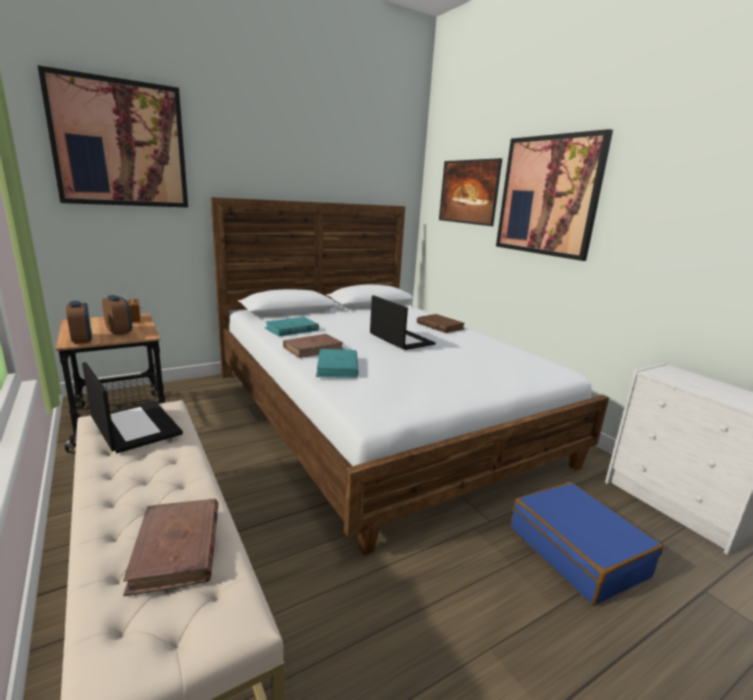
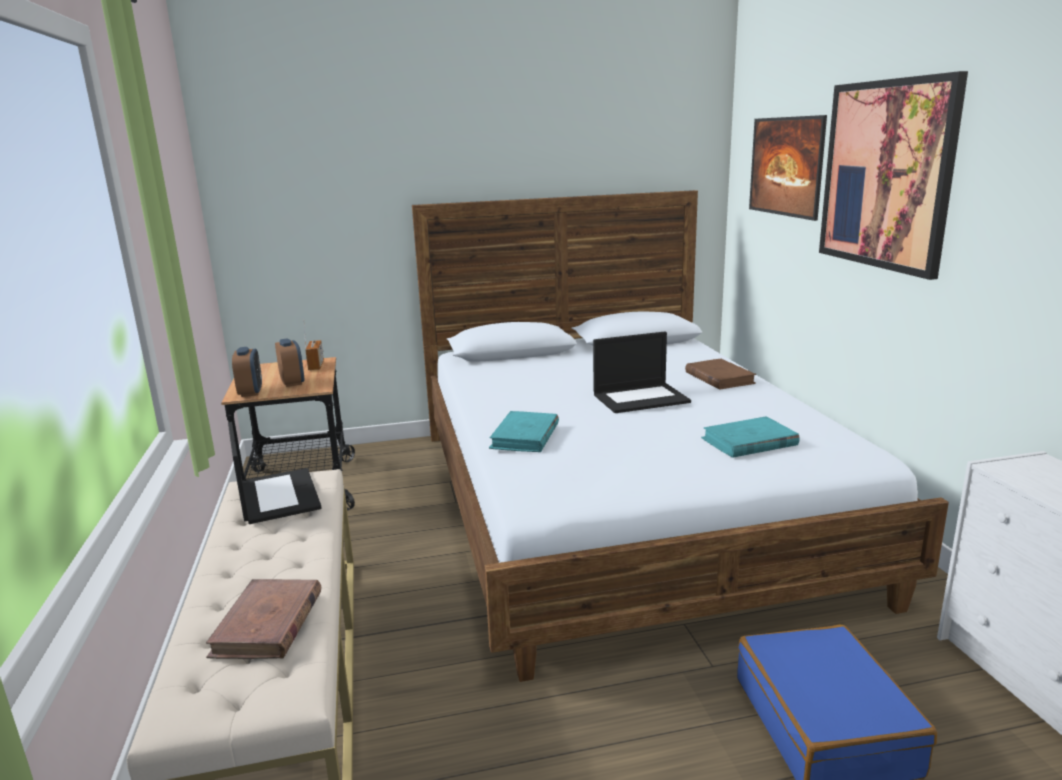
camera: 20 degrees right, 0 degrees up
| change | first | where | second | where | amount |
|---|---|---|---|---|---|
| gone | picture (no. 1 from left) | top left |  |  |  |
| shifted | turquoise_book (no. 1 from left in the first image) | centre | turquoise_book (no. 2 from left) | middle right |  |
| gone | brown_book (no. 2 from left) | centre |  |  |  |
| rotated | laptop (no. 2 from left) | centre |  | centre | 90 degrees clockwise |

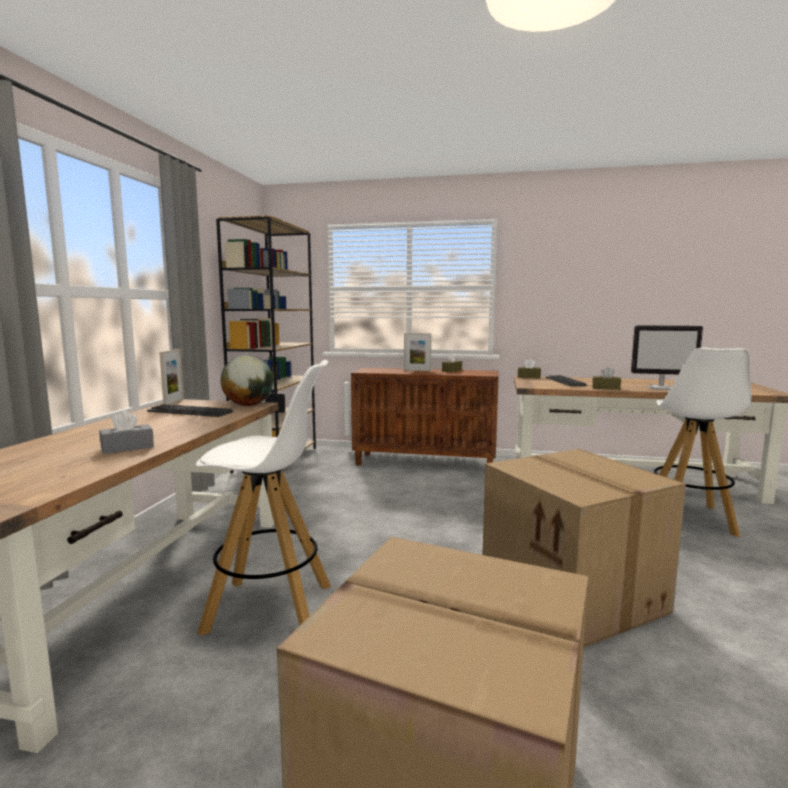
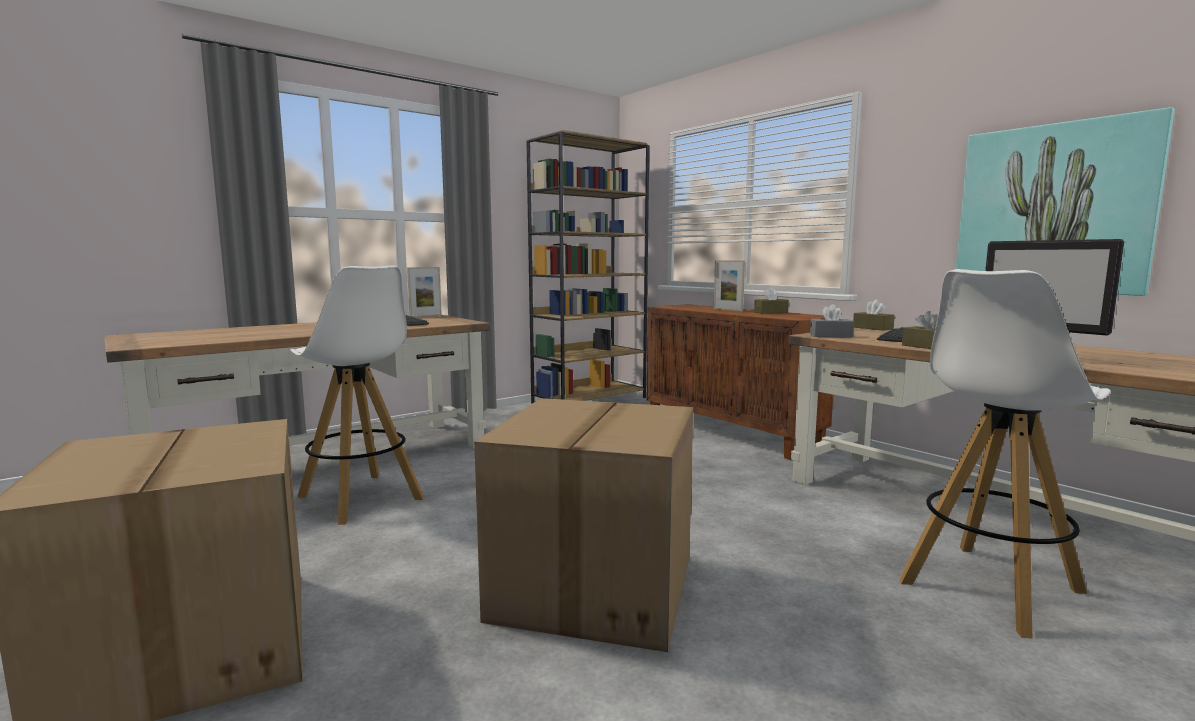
camera: 40 degrees right, 0 degrees up
| change | first | where | second | where | amount |
|---|---|---|---|---|---|
| shifted | grey_tissue_box | middle left |  | middle right |  |
| gone | globe | middle left |  |  |  |
| new |  |  | picture | top right |  |

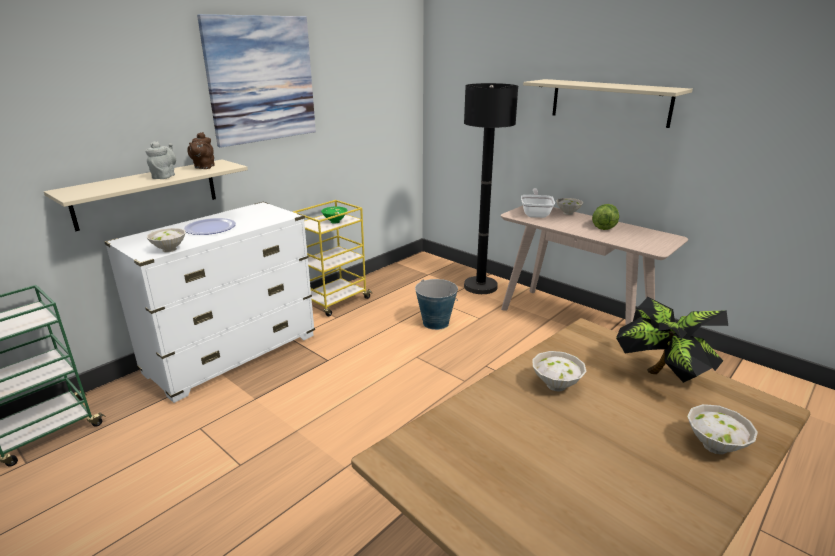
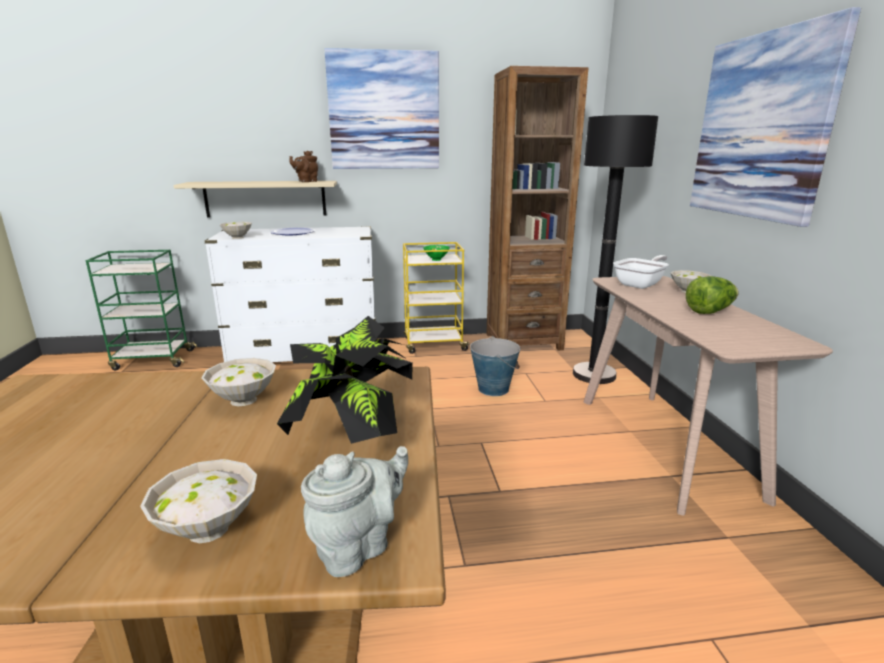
camera: 40 degrees right, 5 degrees down
| change | first | where | second | where | amount |
|---|---|---|---|---|---|
| shifted | grey_teapot | top left |  | bottom centre |  |
| swapped | beige_shelf (no. 2 from left) | top right | picture (no. 2 from left) | top right |  |
| new |  |  | brown_bookcase | top centre |  |

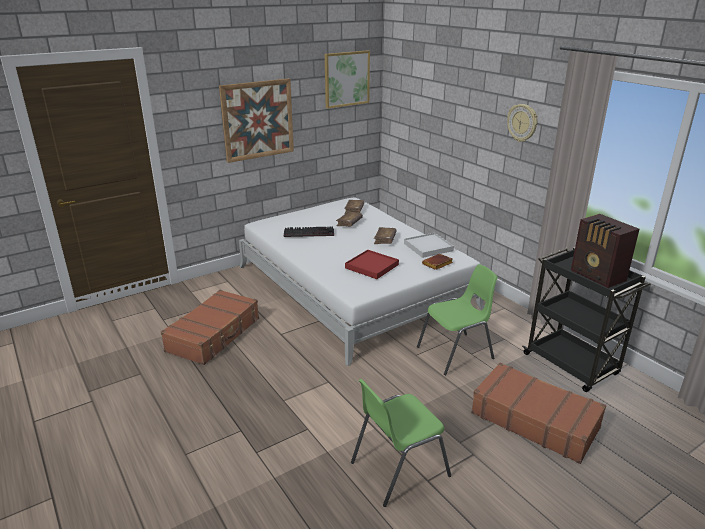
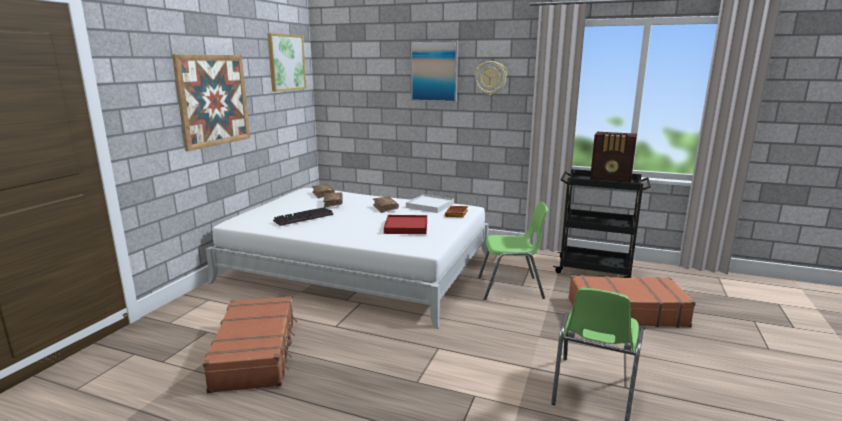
camera: 35 degrees left, 10 degrees down
| change | first | where | second | where | amount |
|---|---|---|---|---|---|
| rotated | green_chair (no. 2 from left in the first image) | centre | green_chair (no. 1 from left) | centre | 60 degrees clockwise |
| new |  |  | picture (no. 3 from left) | top centre |  |

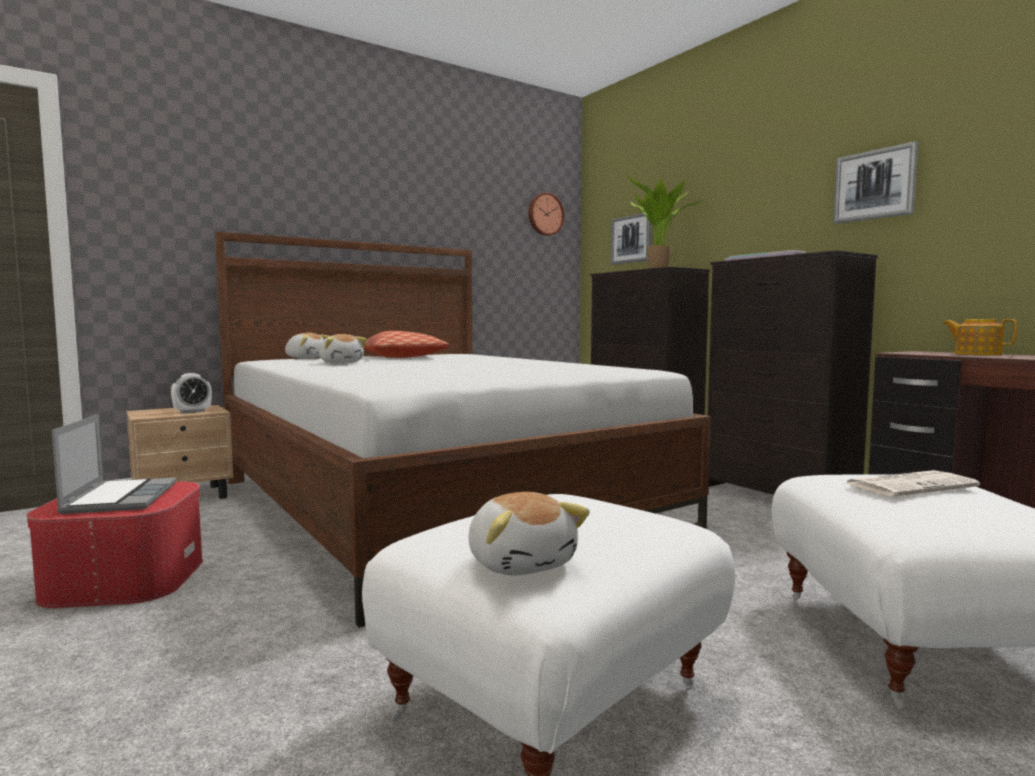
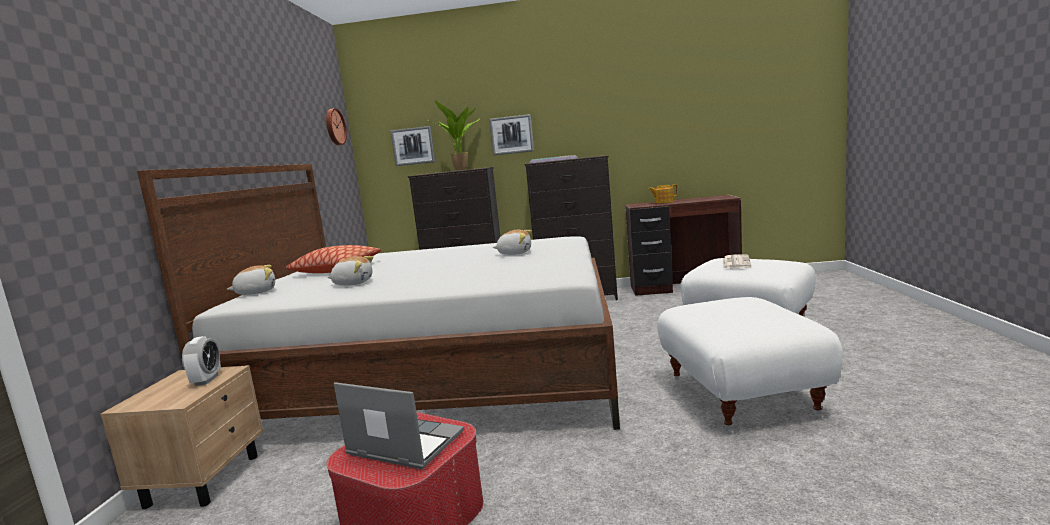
camera: 50 degrees left, 5 degrees up
| change | first | where | second | where | amount |
|---|---|---|---|---|---|
| shifted | plush_toy (no. 3 from left) | bottom centre |  | centre |  |
| shifted | picture (no. 2 from left) | top right |  | top centre |  |

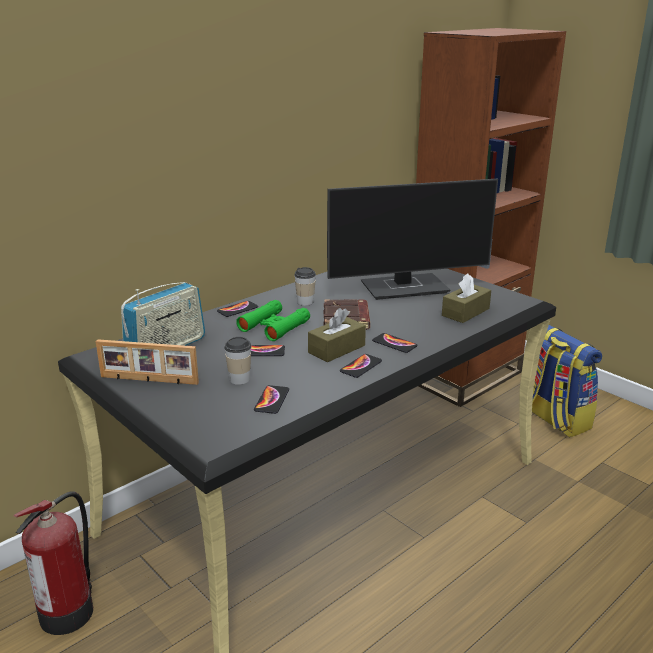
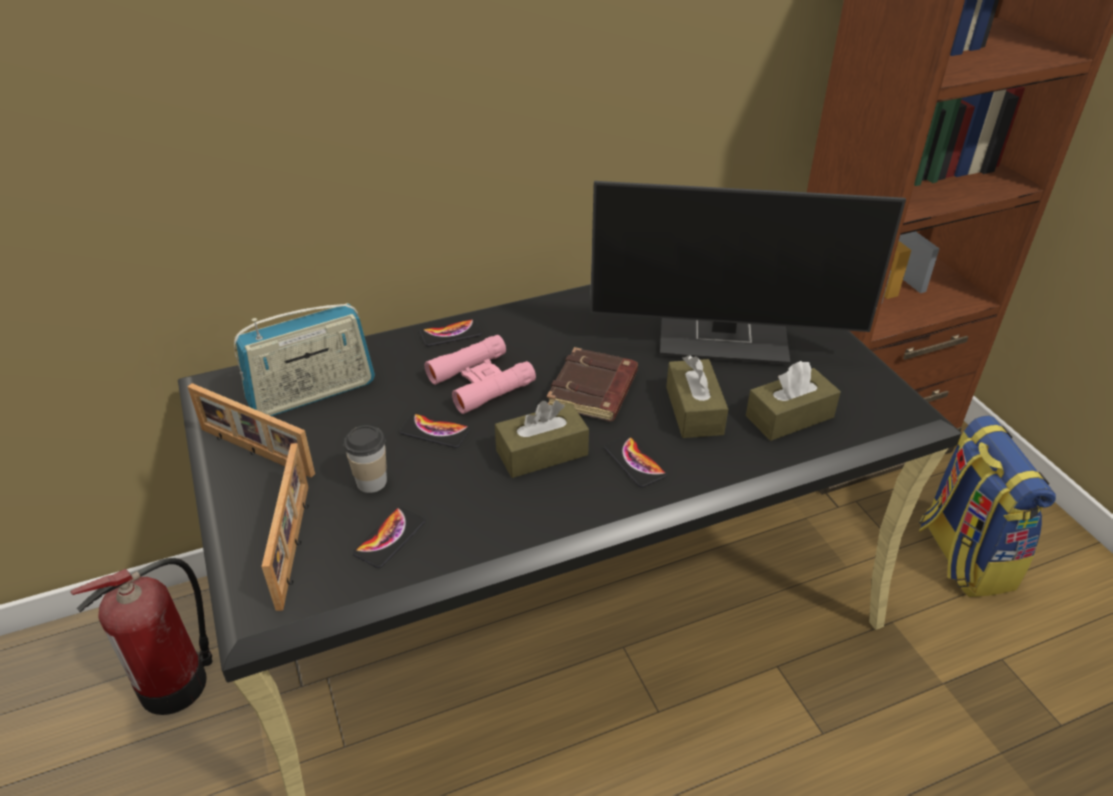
camera: 20 degrees right, 15 degrees up
| change | first | where | second | where | amount |
|---|---|---|---|---|---|
| repainted | green_binoculars | centre | pink_binoculars | centre |  |
| gone | cup (no. 2 from left) | centre |  |  |  |
| gone | phone (no. 4 from left) | centre |  |  |  |
| new |  |  | picture_frame (no. 2 from left) | middle left |  |
| new |  |  | brown_tissue_box (no. 2 from left) | centre |  |

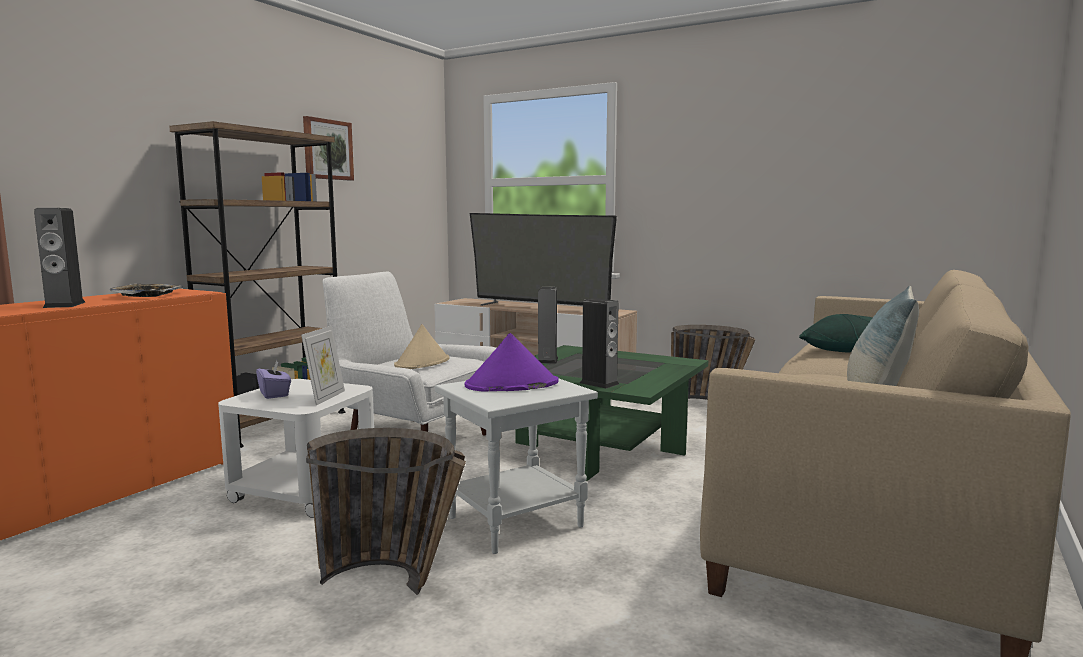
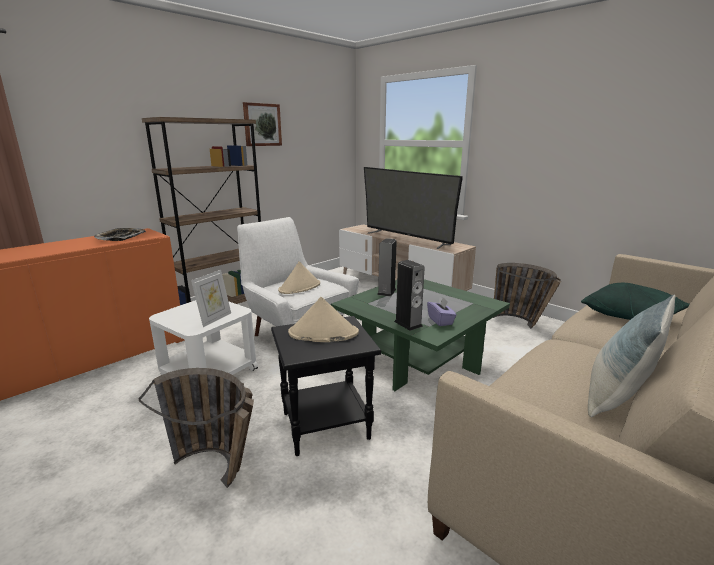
camera: 15 degrees right, 10 degrees up
| change | first | where | second | where | amount |
|---|---|---|---|---|---|
| gone | speaker (no. 1 from left) | middle left |  |  |  |
| shifted | purple_tissue_box | middle left |  | centre |  |
| repainted | white_side_table (no. 2 from left) | bottom centre | black_side_table | bottom centre |  |
| repainted | purple_hat | centre | beige_hat (no. 2 from left) | centre |  |

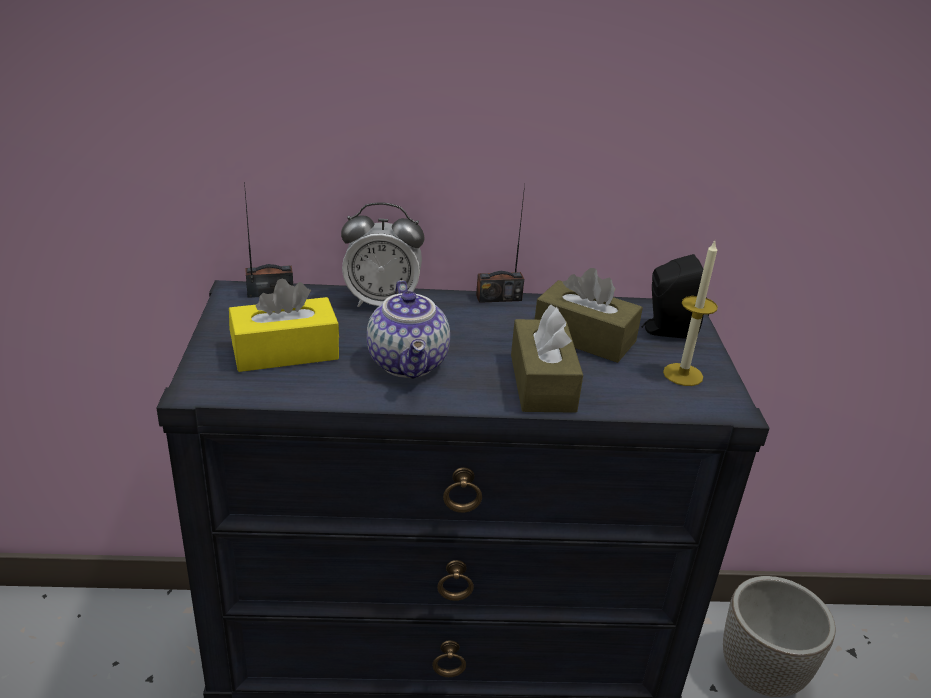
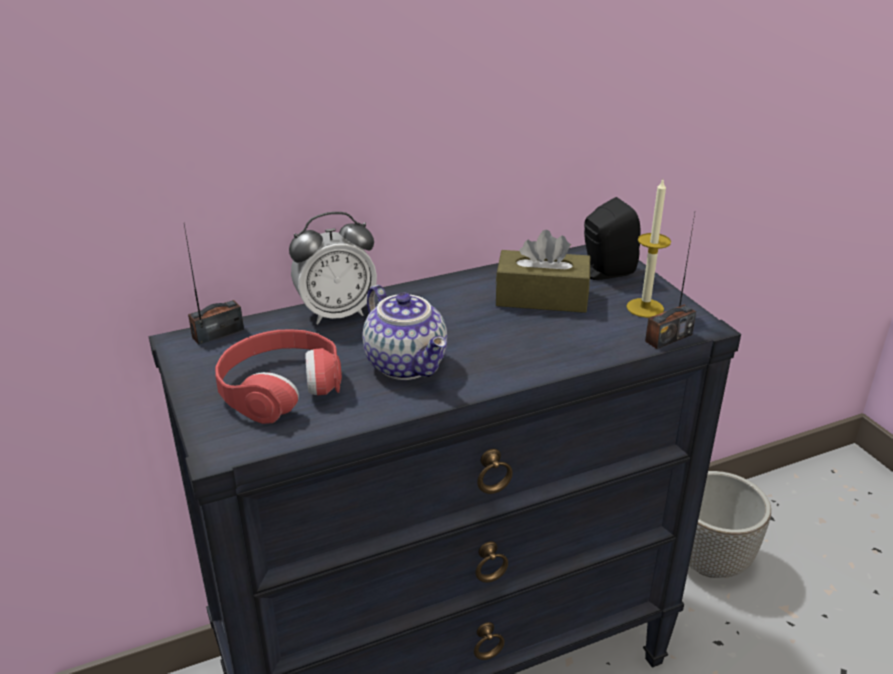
camera: 20 degrees left, 0 degrees up
| change | first | where | second | where | amount |
|---|---|---|---|---|---|
| swapped | yellow_tissue_box | middle left | red_headphones | middle left |  |
| shifted | radio (no. 2 from left) | centre |  | middle right |  |
| gone | brown_tissue_box (no. 1 from left) | centre |  |  |  |

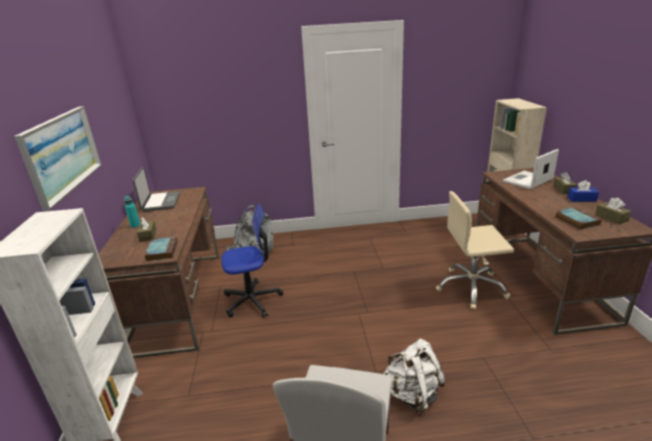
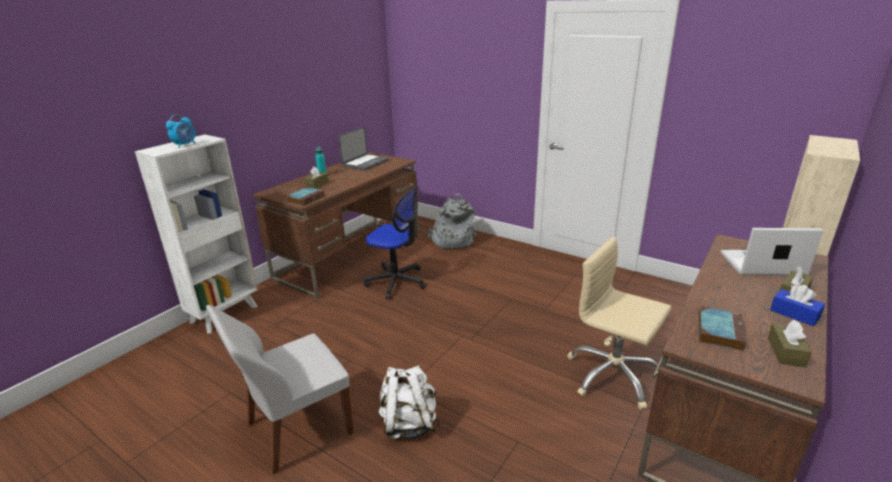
camera: 40 degrees right, 0 degrees up
| change | first | where | second | where | amount |
|---|---|---|---|---|---|
| gone | picture | middle left |  |  |  |
| new |  |  | alarm_clock | top left |  |

